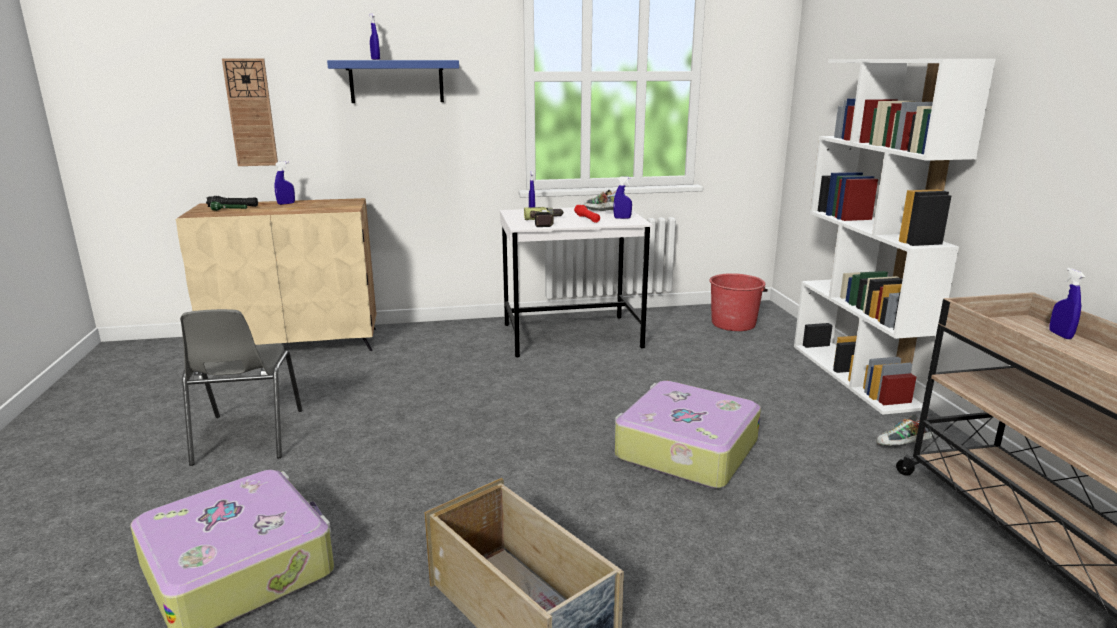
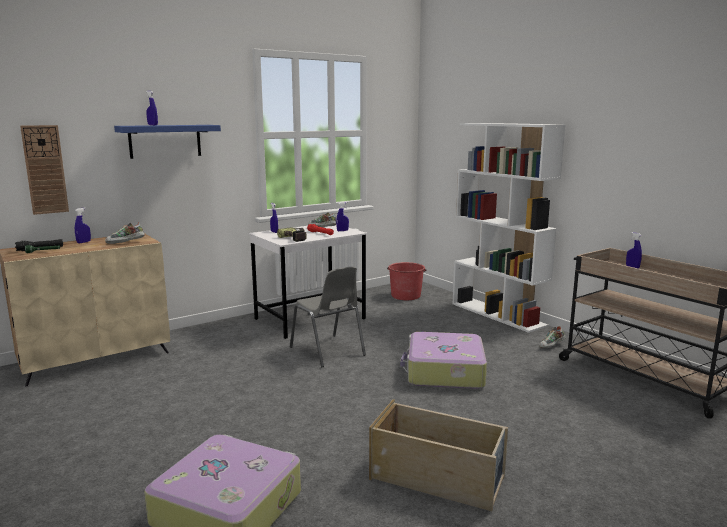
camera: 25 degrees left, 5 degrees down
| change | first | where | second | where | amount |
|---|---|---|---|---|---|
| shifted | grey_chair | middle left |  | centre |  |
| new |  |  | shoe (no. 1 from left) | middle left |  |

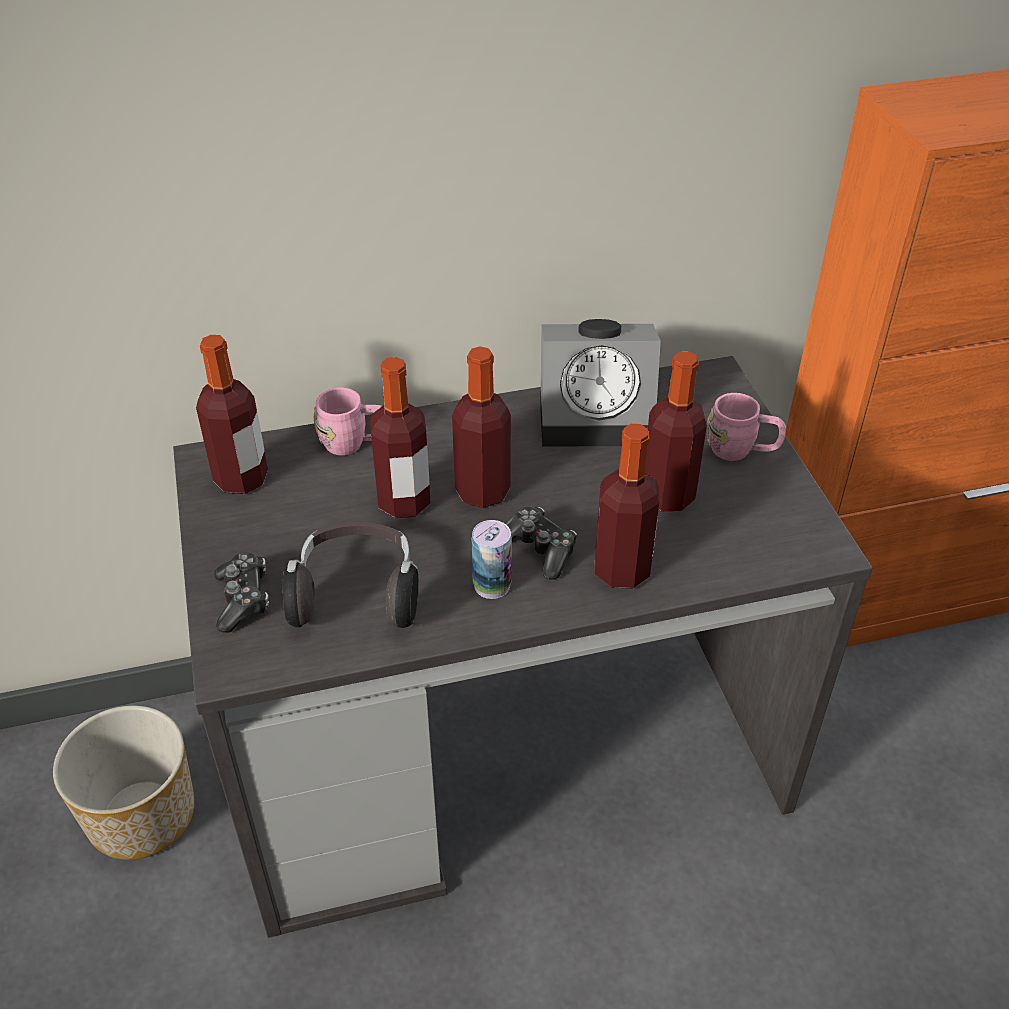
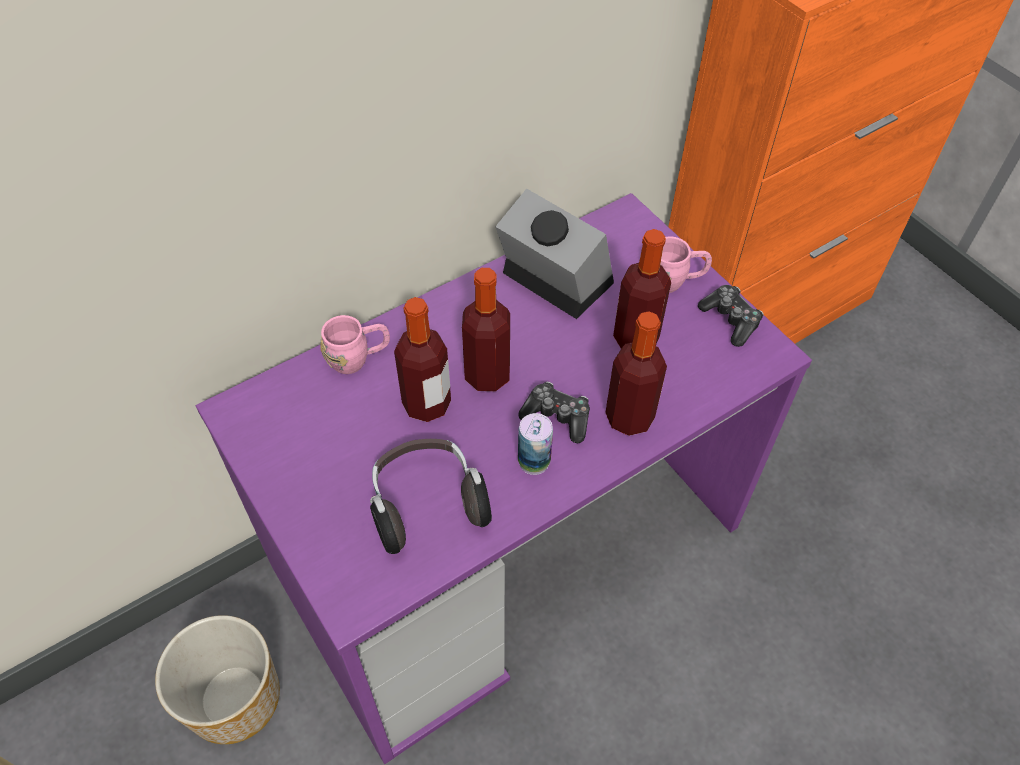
camera: 20 degrees left, 10 degrees up
| change | first | where | second | where | amount |
|---|---|---|---|---|---|
| repainted | grey_desk | centre | purple_desk | centre |  |
| gone | bottle (no. 1 from left) | middle left |  |  |  |
| shifted | game_controller (no. 1 from left in the first image) | middle left | game_controller (no. 2 from left) | middle right |  |
| rotated | alarm_clock | centre |  | top centre | 120 degrees counterclockwise |

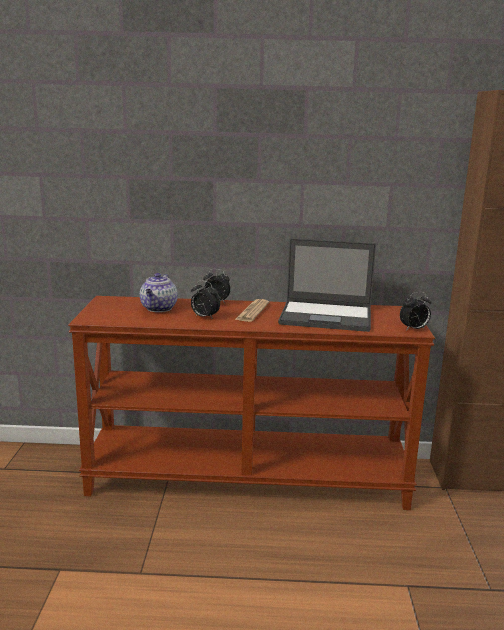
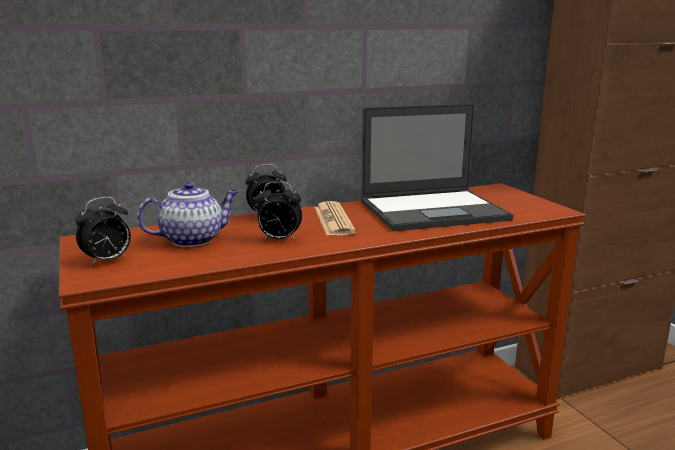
camera: 25 degrees left, 0 degrees up
| change | first | where | second | where | amount |
|---|---|---|---|---|---|
| rotated | teapot | middle left |  | middle left | 105 degrees counterclockwise |
| shifted | alarm_clock (no. 3 from left in the first image) | middle right | alarm_clock (no. 1 from left) | middle left |  |

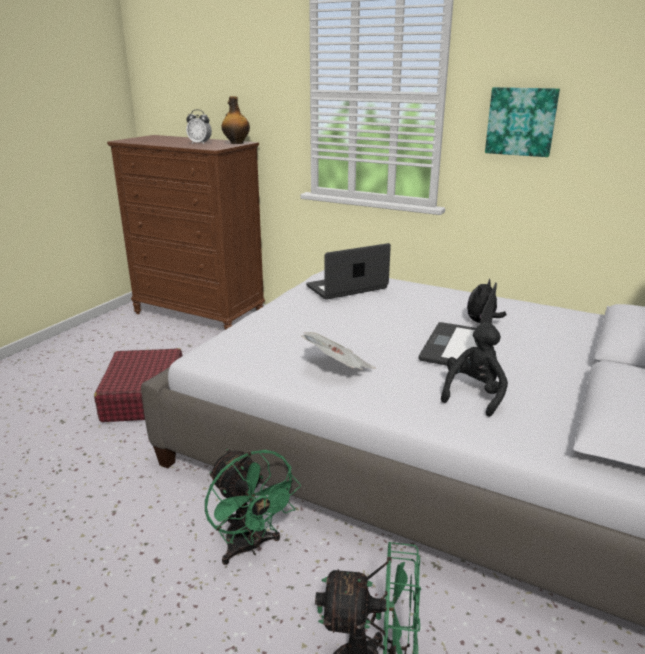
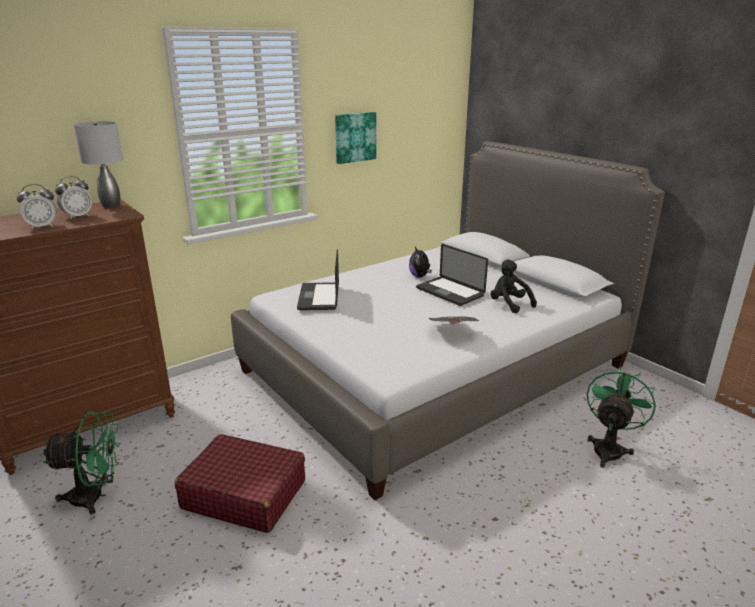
camera: 65 degrees left, 0 degrees up
| change | first | where | second | where | amount |
|---|---|---|---|---|---|
| shifted | green_fan (no. 1 from left) | bottom centre |  | bottom left |  |
| swapped | bottle | top centre | grey_table_lamp | top left |  |
| new |  |  | alarm_clock (no. 1 from left) | middle left |  |

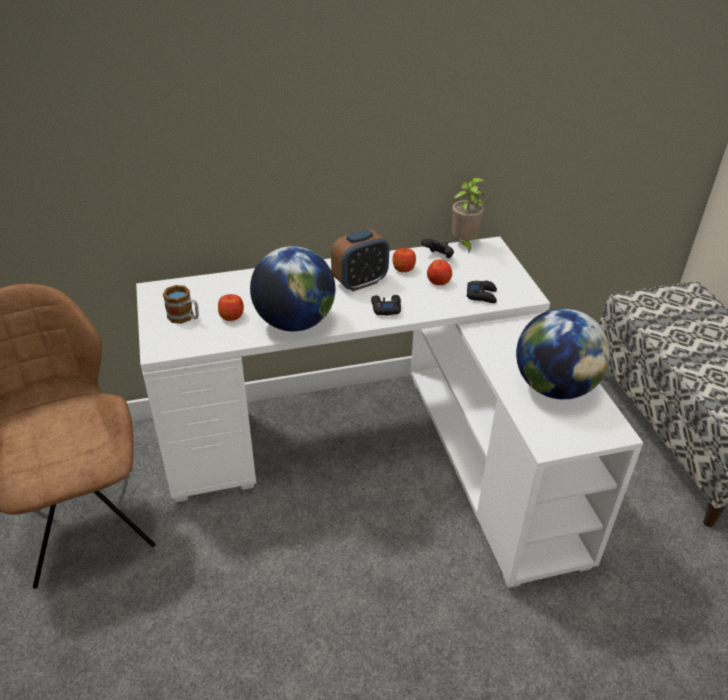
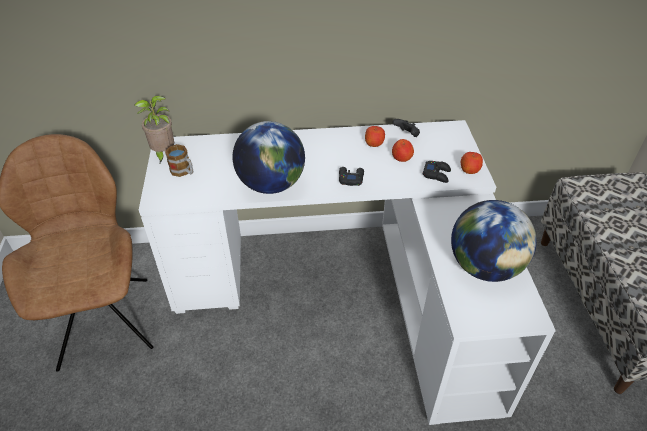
camera: 10 degrees right, 5 degrees up
| change | first | where | second | where | amount |
|---|---|---|---|---|---|
| shifted | apple (no. 1 from left in the first image) | middle left | apple (no. 3 from left) | middle right |  |
| gone | alarm_clock | centre |  |  |  |
| shifted | potted_plant | top centre |  | top left |  |

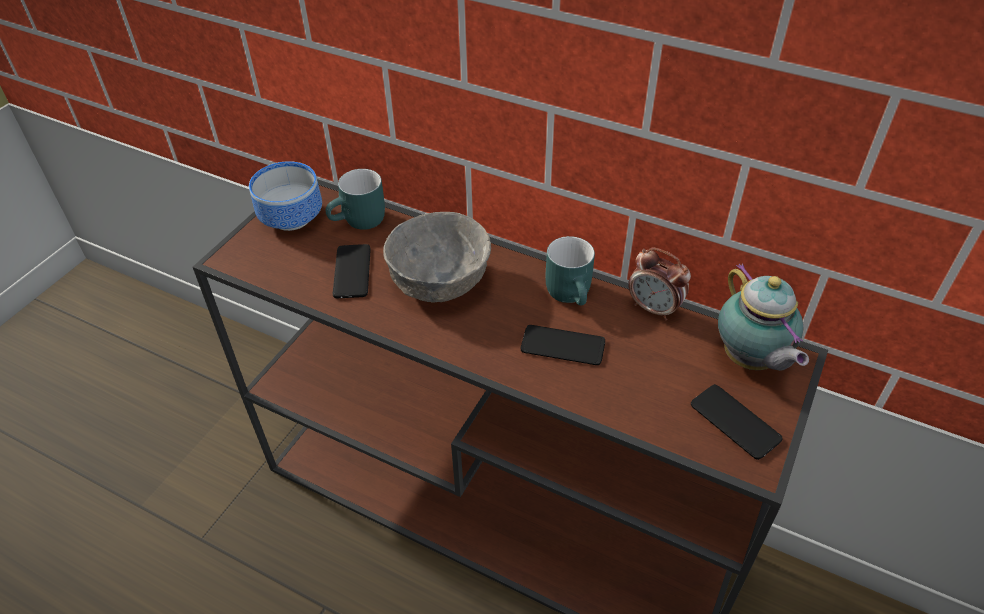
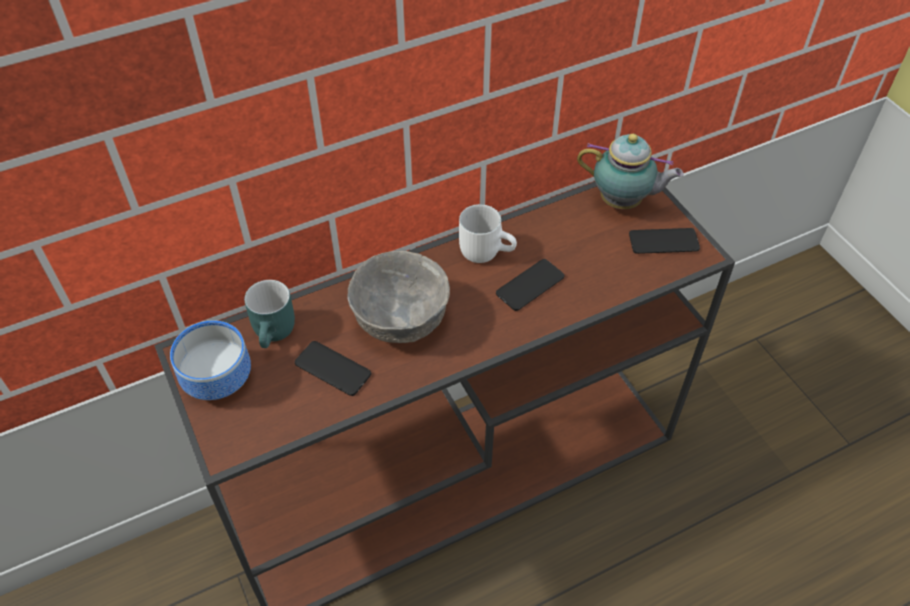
camera: 55 degrees left, 5 degrees up
| change | first | where | second | where | amount |
|---|---|---|---|---|---|
| repainted | turquoise_mug (no. 2 from left) | centre | white_mug | centre |  |
| gone | alarm_clock | middle right |  |  |  |

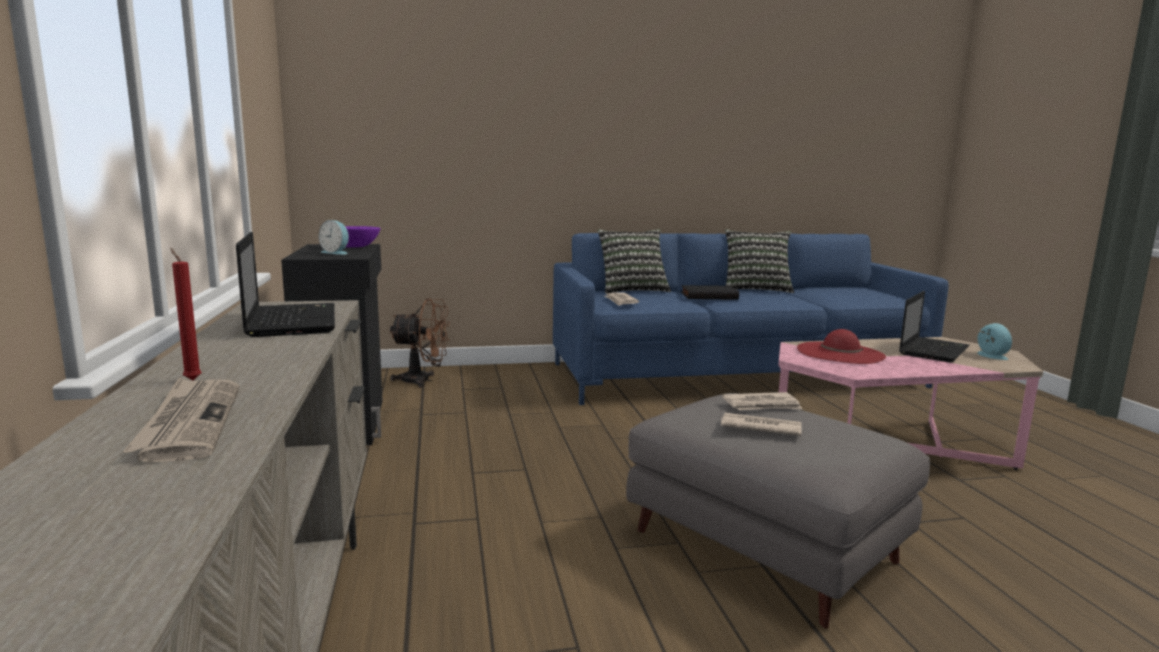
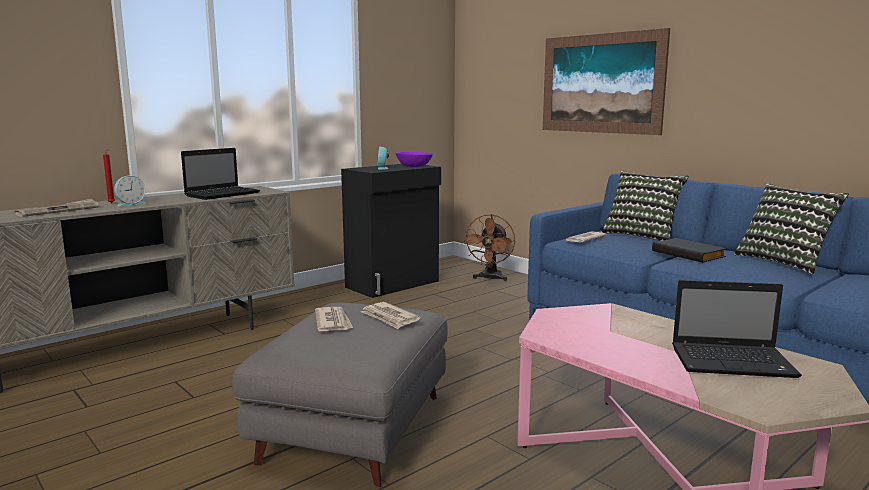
camera: 60 degrees right, 0 degrees up
| change | first | where | second | where | amount |
|---|---|---|---|---|---|
| rotated | brown_fan | centre |  | centre | 45 degrees clockwise |
| gone | red_hat | middle right |  |  |  |
| shifted | alarm_clock (no. 2 from left in the first image) | middle right | alarm_clock (no. 1 from left) | middle left |  |
| new |  |  | picture | top right |  |

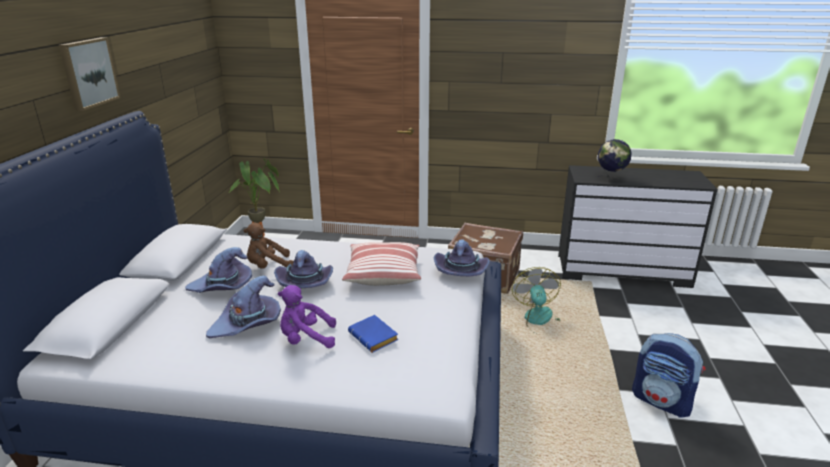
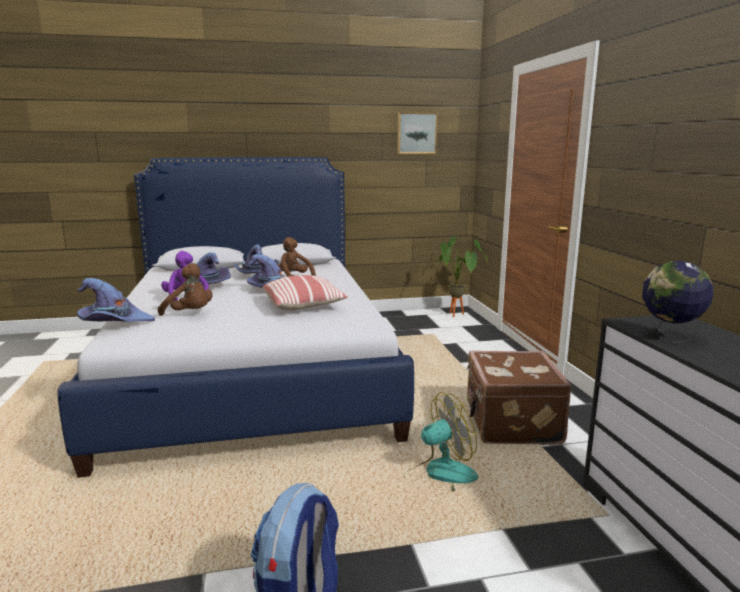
camera: 70 degrees right, 10 degrees down
| change | first | where | second | where | amount |
|---|---|---|---|---|---|
| shifted | picture | top left |  | top centre |  |
| swapped | blue_book | bottom centre | brown_plush_toy (no. 1 from left) | middle left |  |
| shifted | purple_hat (no. 4 from left in the first image) | centre | purple_hat (no. 1 from left) | middle left |  |

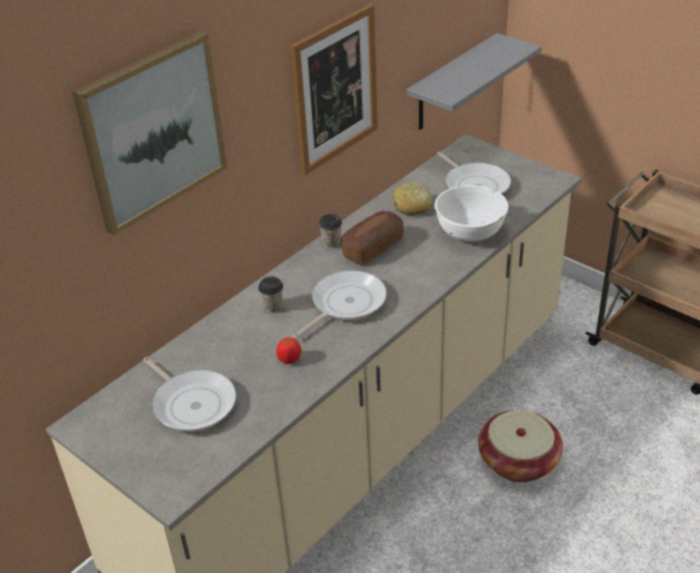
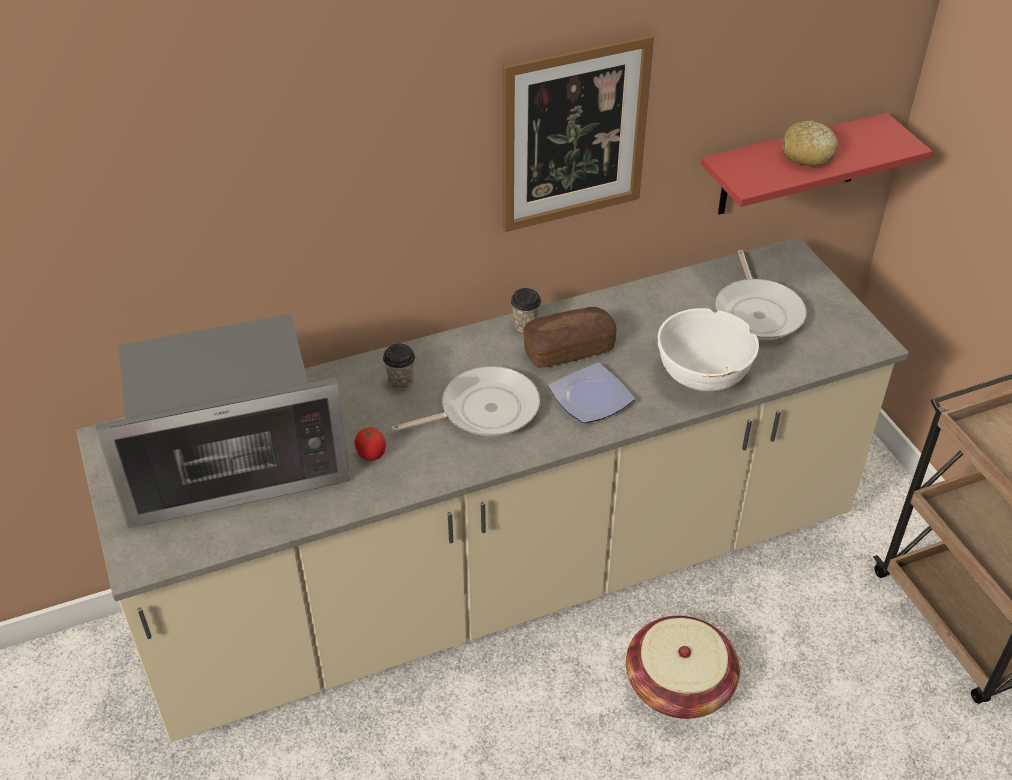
camera: 25 degrees right, 5 degrees up
| change | first | where | second | where | amount |
|---|---|---|---|---|---|
| gone | picture (no. 1 from left) | top left |  |  |  |
| swapped | frying_pan (no. 1 from left) | bottom left | microwave | middle left |  |
| shifted | bread (no. 2 from left) | centre |  | top right |  |
| repainted | grey_shelf | top right | red_shelf | top right |  |
| new |  |  | plate | centre |  |

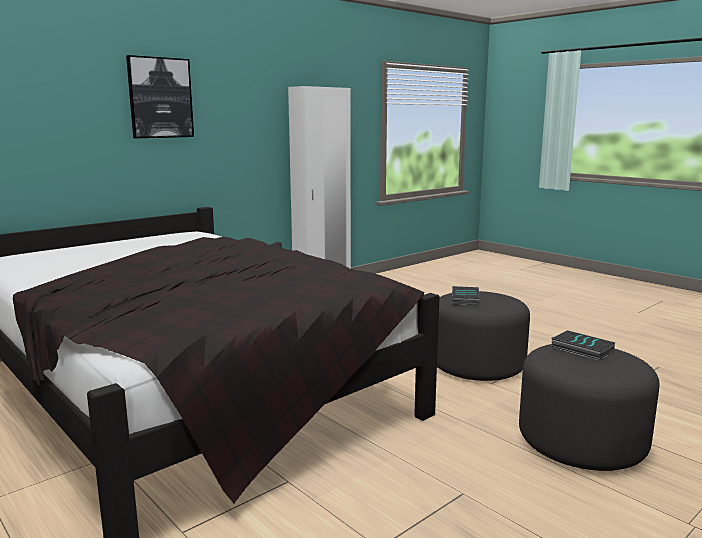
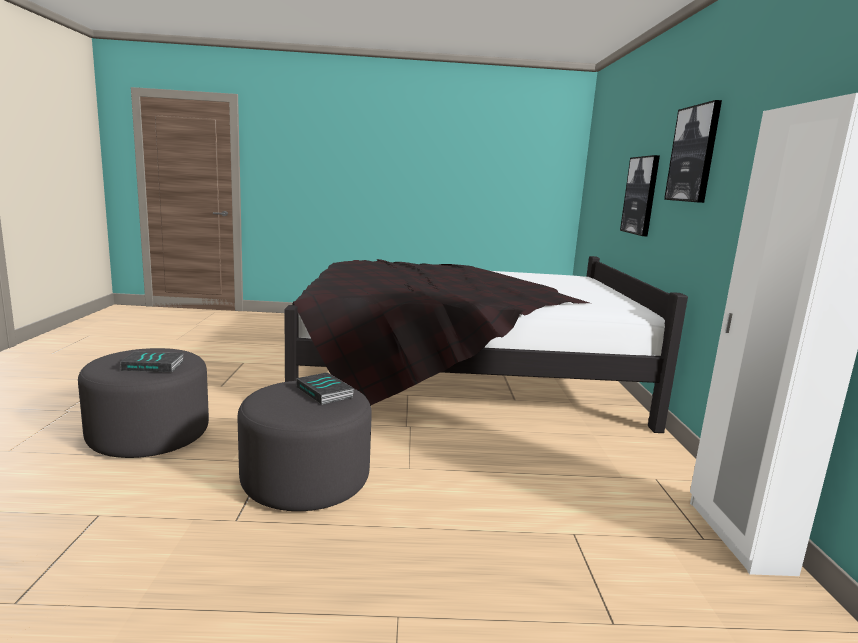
camera: 130 degrees right, 0 degrees up
| change | first | where | second | where | amount |
|---|---|---|---|---|---|
| new |  |  | picture (no. 1 from left) | top right |  |

